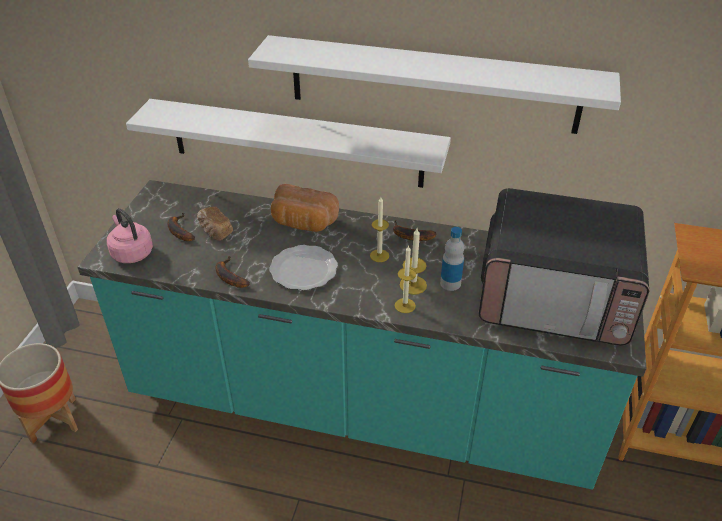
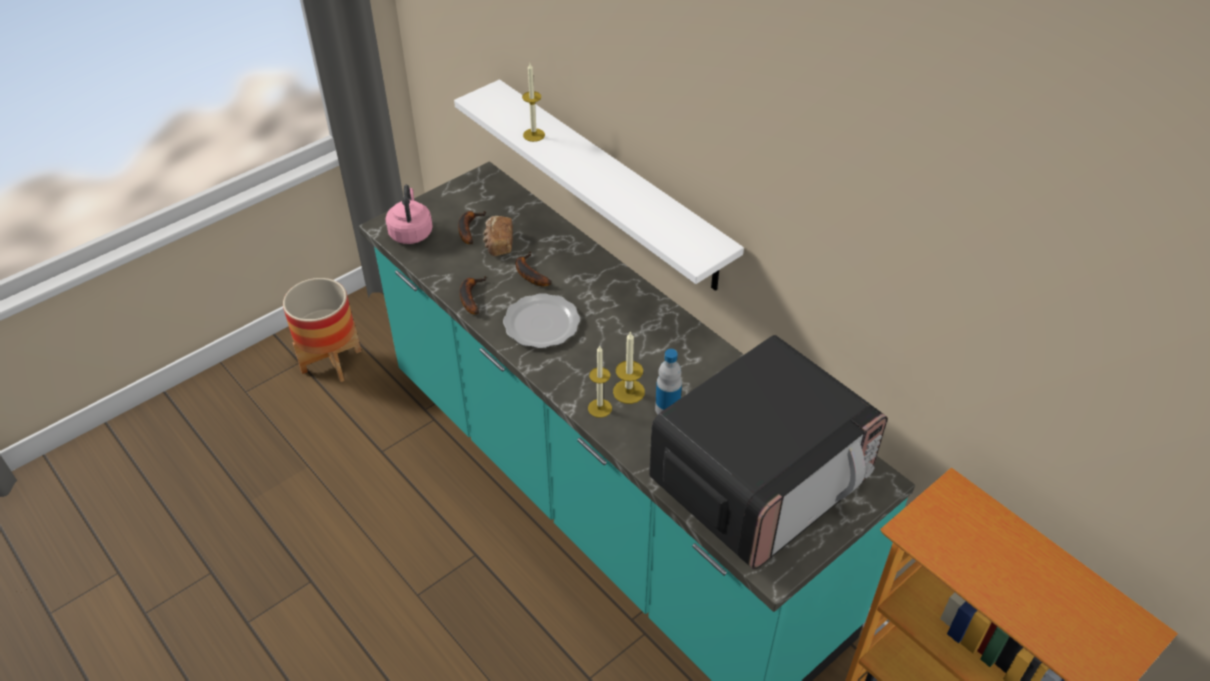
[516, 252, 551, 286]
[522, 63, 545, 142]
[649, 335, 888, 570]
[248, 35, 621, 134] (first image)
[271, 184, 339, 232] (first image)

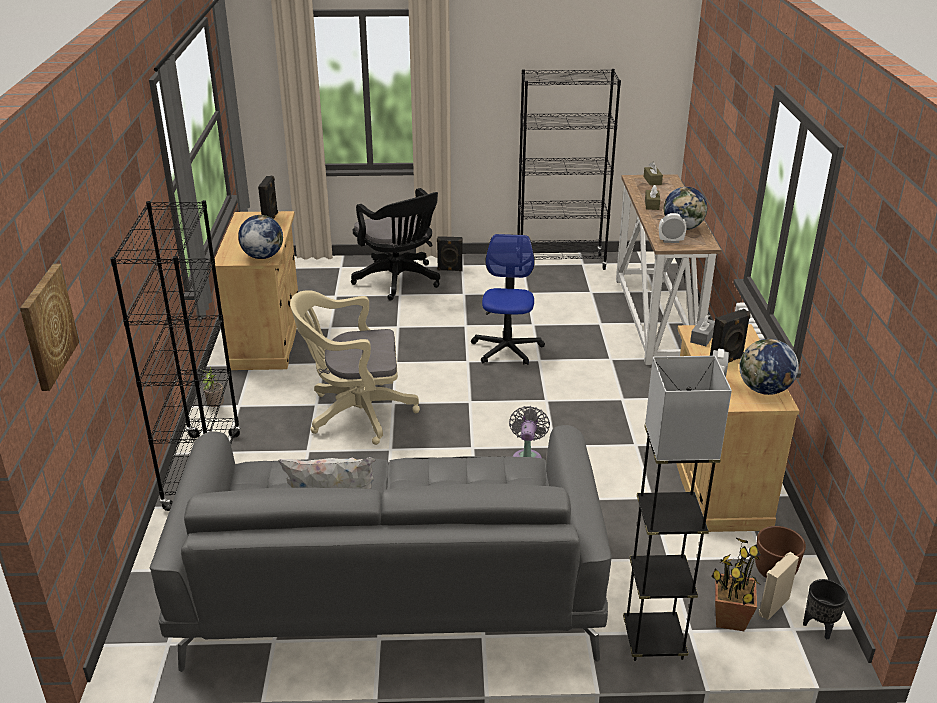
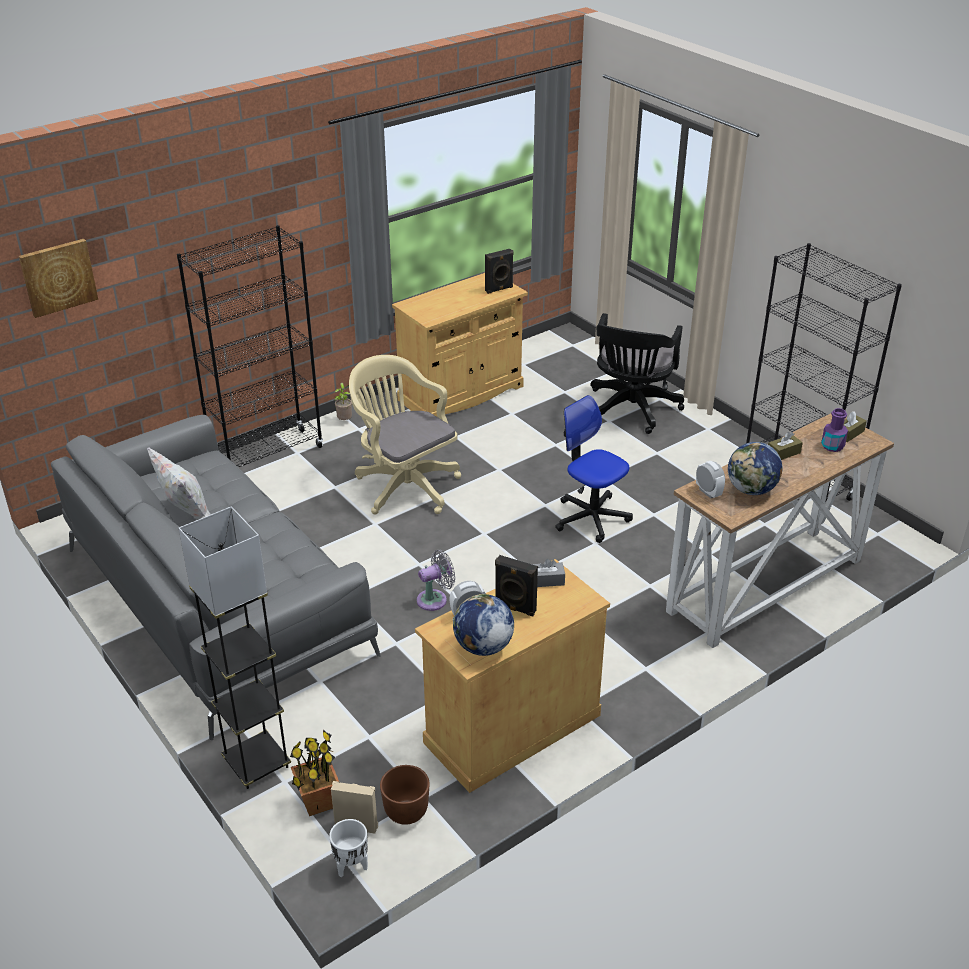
[329, 819, 368, 877]
[555, 395, 633, 543]
[821, 408, 848, 452]
[238, 215, 283, 259] (first image)
[437, 236, 463, 271] (first image)

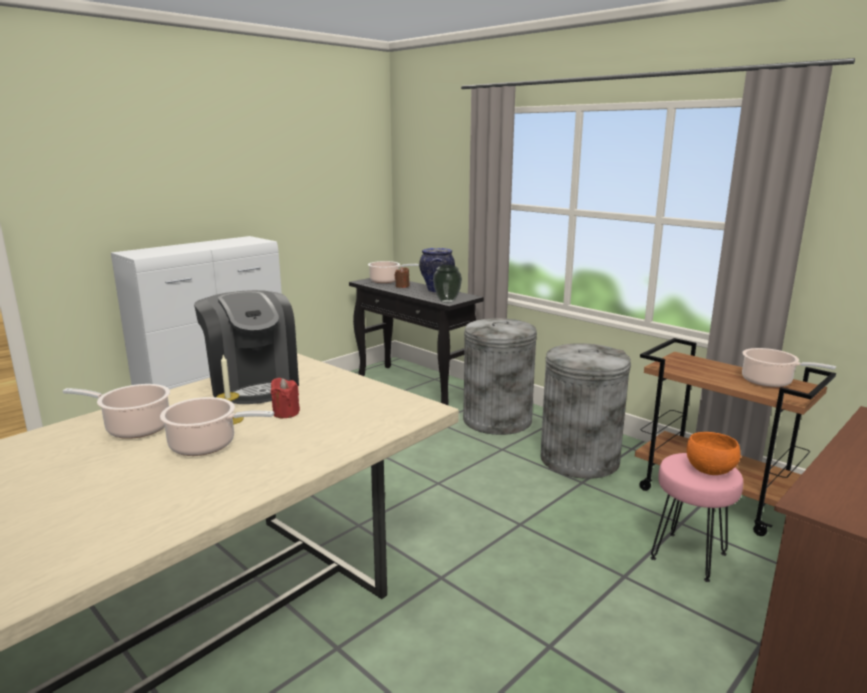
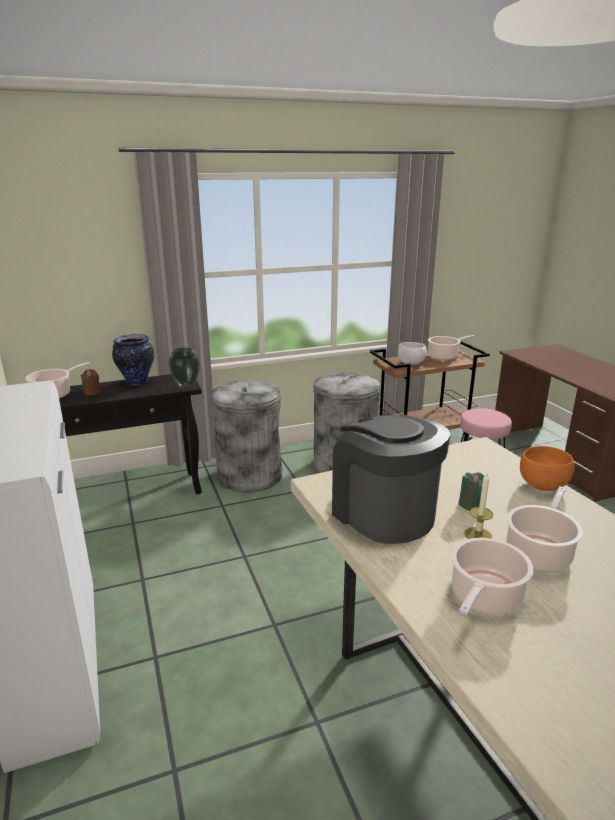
[332, 414, 450, 544]
[398, 342, 427, 365]
[458, 472, 484, 511]
[520, 446, 574, 491]

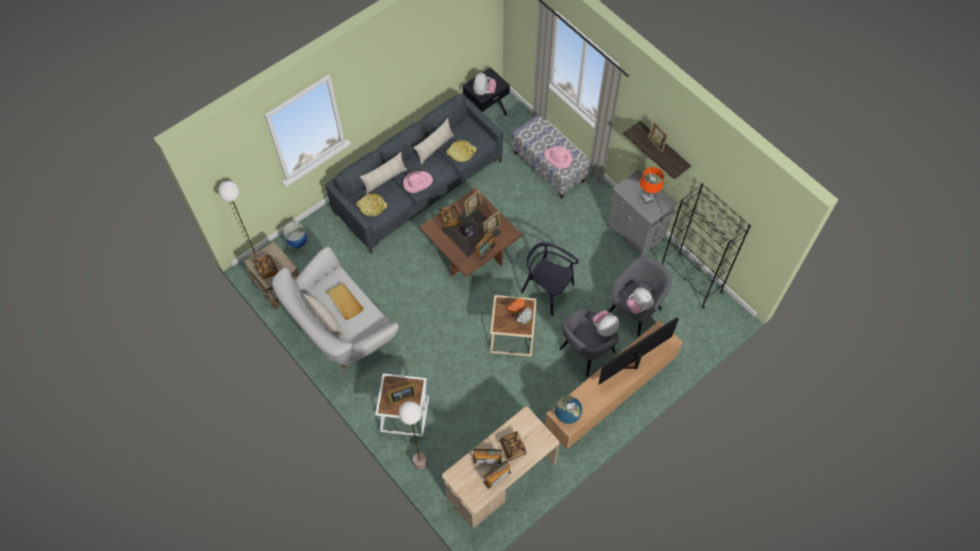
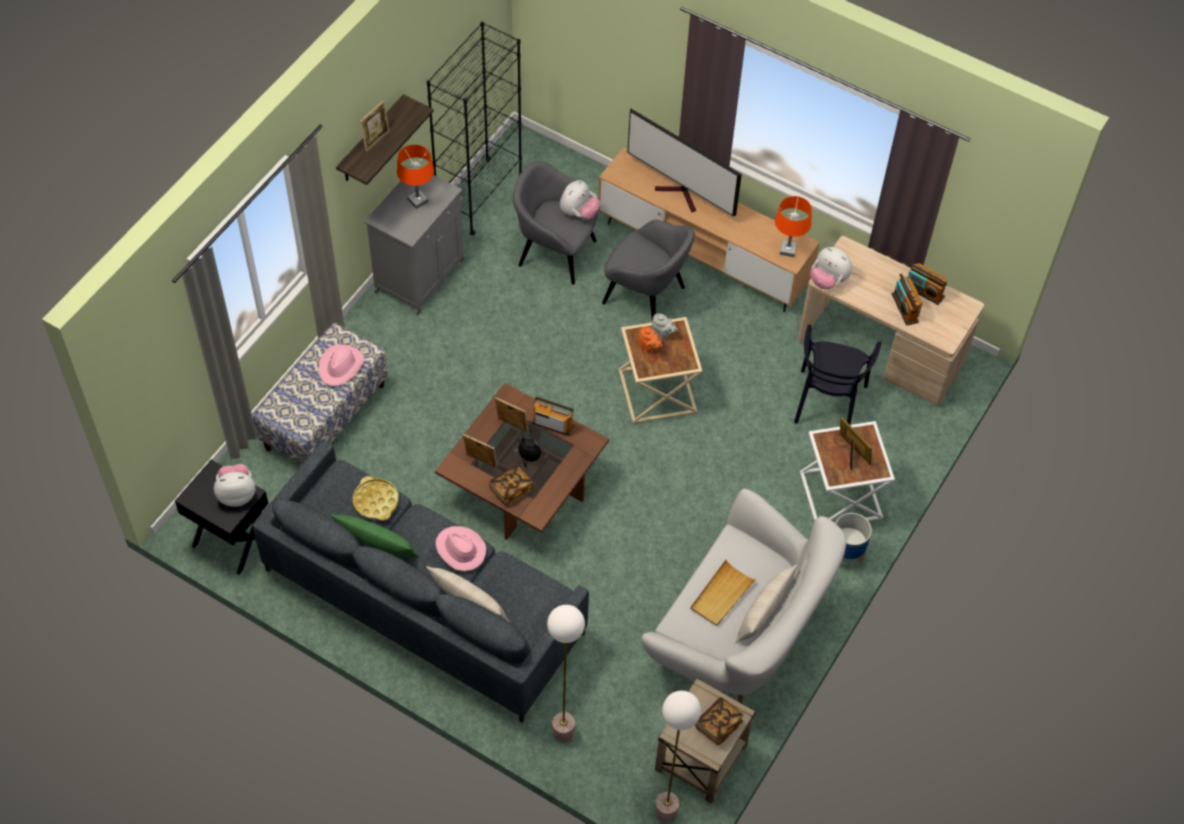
[330, 514, 420, 558]
[547, 605, 585, 743]
[775, 196, 812, 257]
[794, 324, 882, 425]
[810, 247, 852, 289]
[835, 513, 872, 563]
[357, 194, 387, 216] (first image)
[499, 431, 526, 461] (first image)

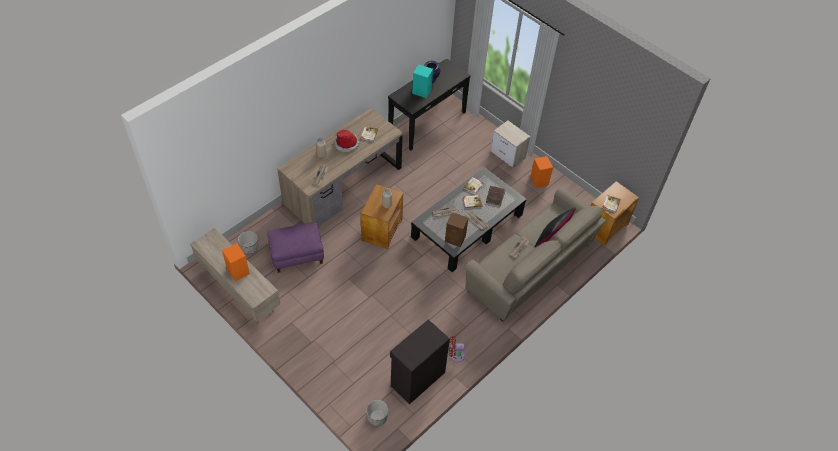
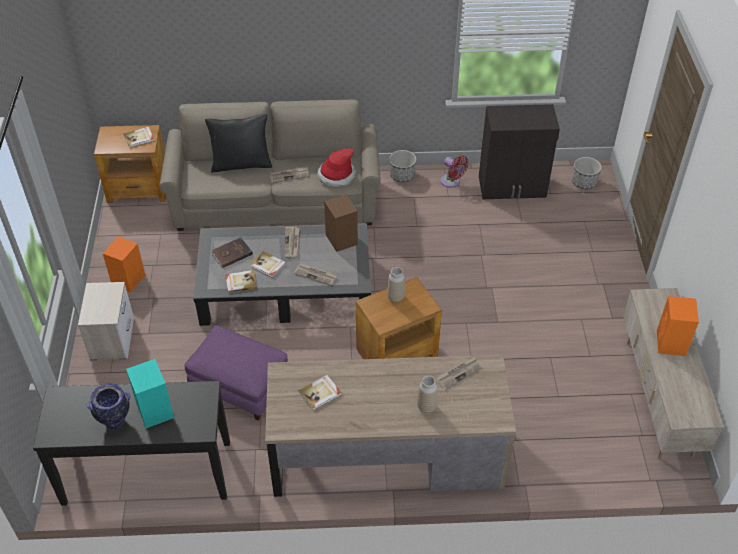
[184, 325, 288, 421]
[317, 148, 355, 187]
[389, 150, 416, 182]

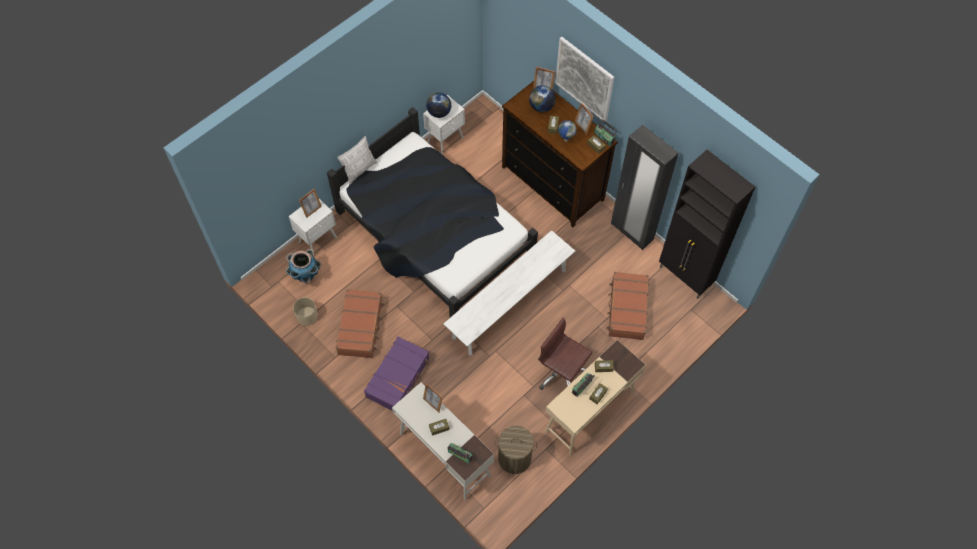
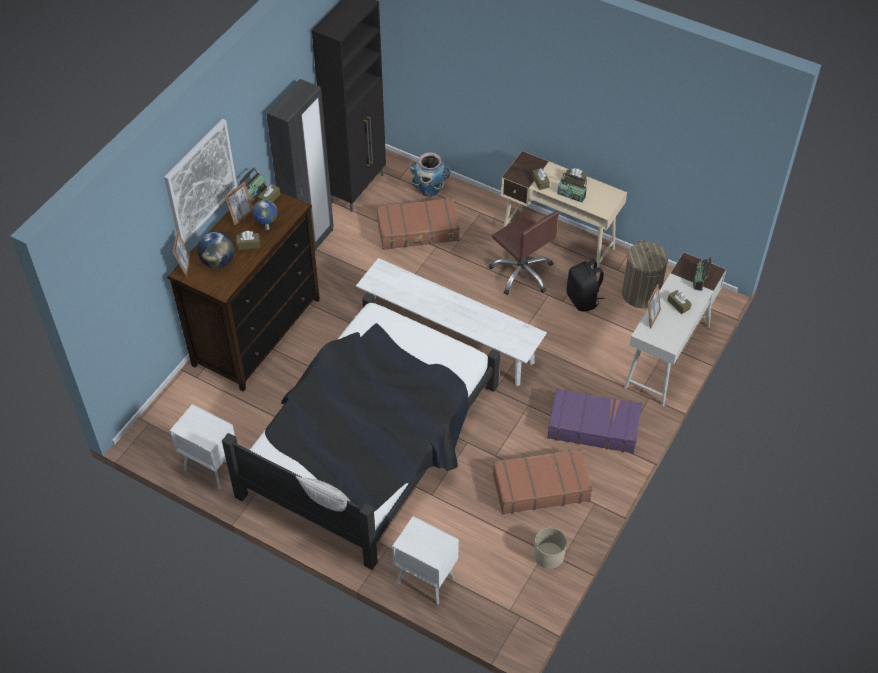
[409, 152, 451, 197]
[489, 211, 559, 295]
[567, 259, 605, 312]
[299, 189, 322, 218] (first image)
[426, 92, 451, 118] (first image)

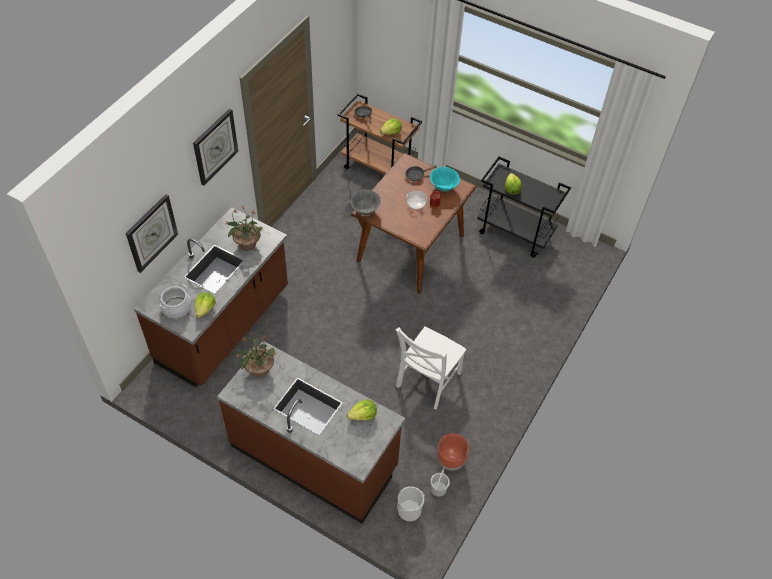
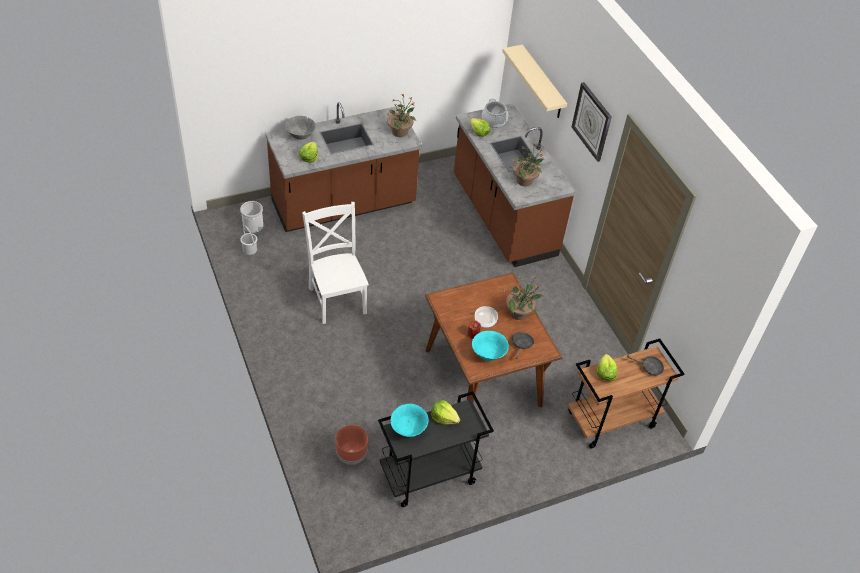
[285, 116, 316, 140]
[336, 425, 368, 465]
[391, 404, 428, 437]
[502, 45, 567, 118]
[504, 276, 544, 320]

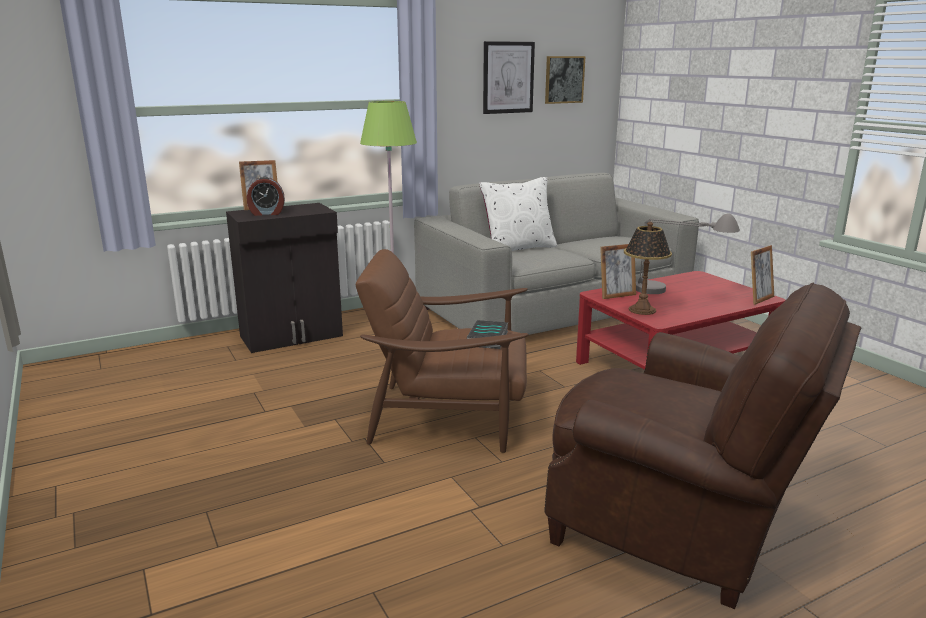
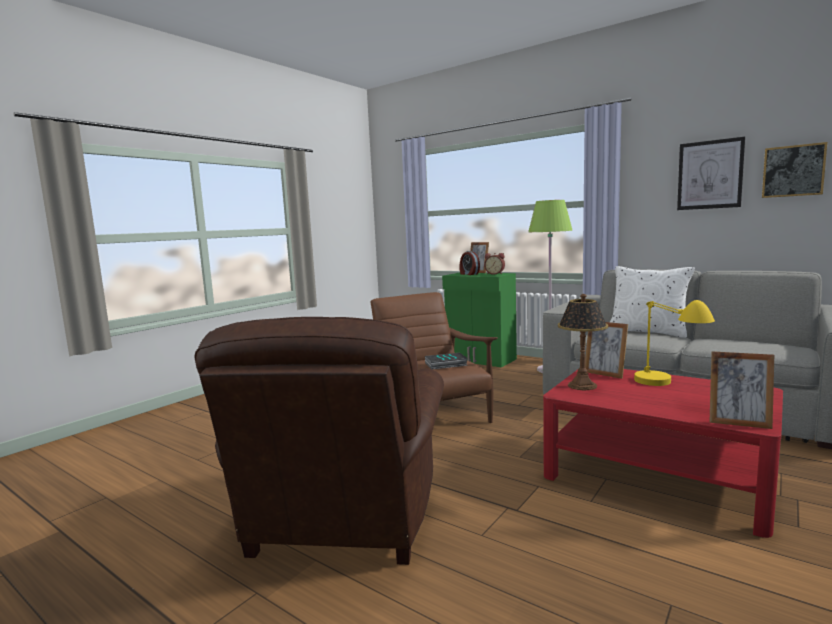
[442, 273, 517, 368]
[484, 253, 505, 275]
[634, 300, 715, 386]

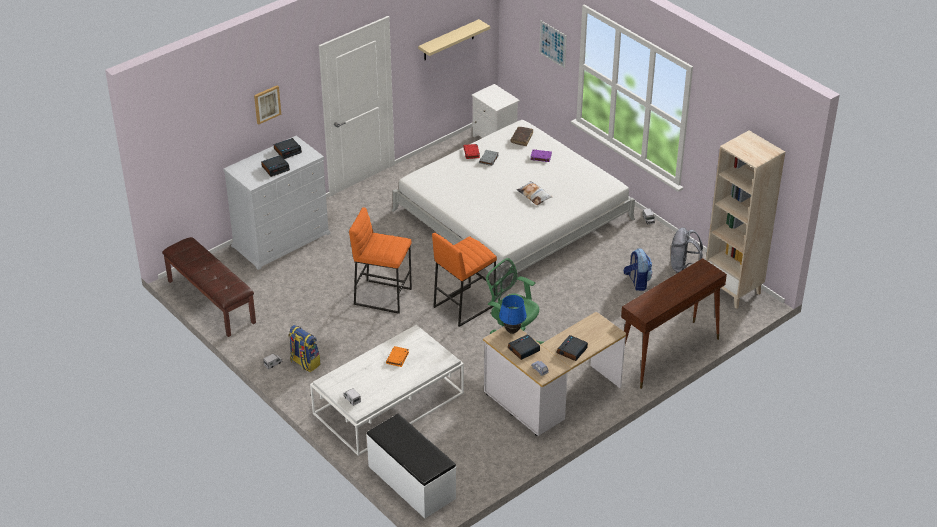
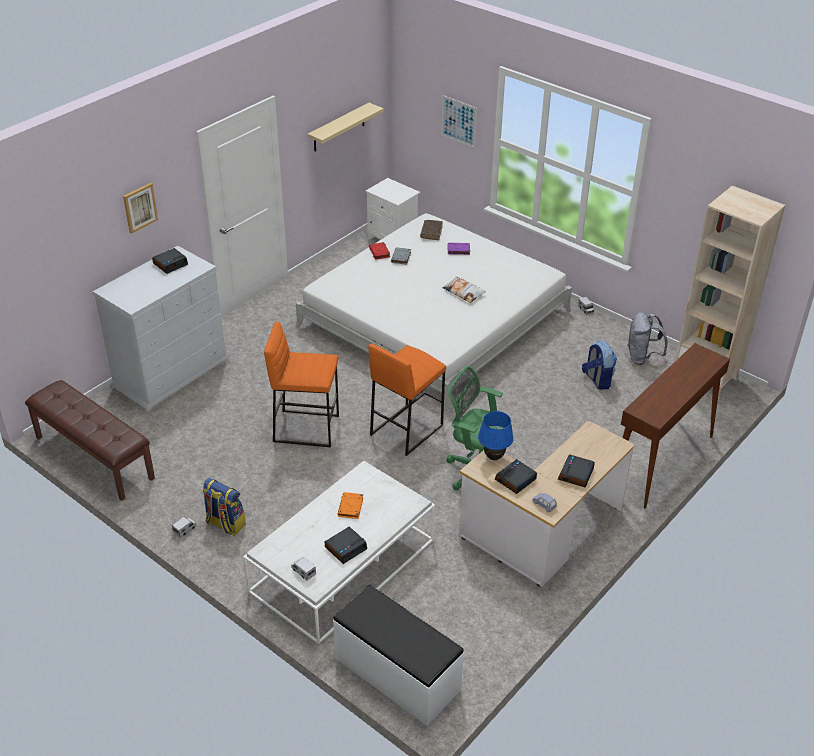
[325, 527, 367, 564]

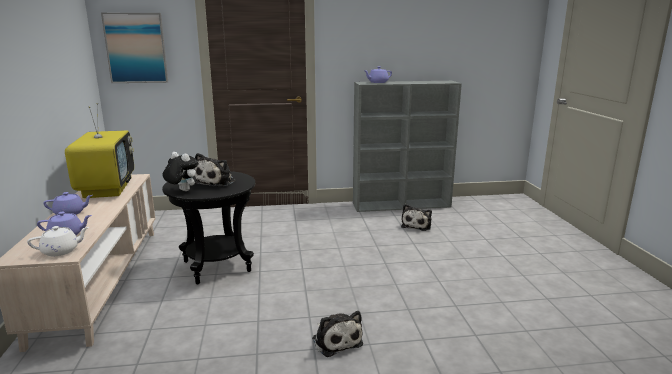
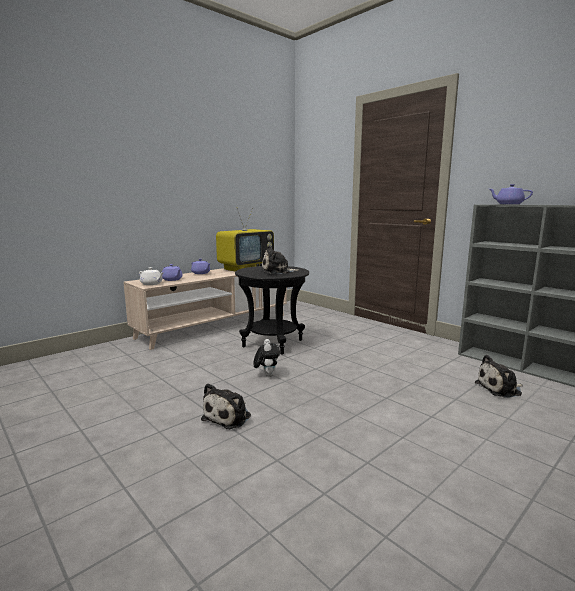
[253, 339, 280, 377]
[101, 13, 168, 83] (first image)

